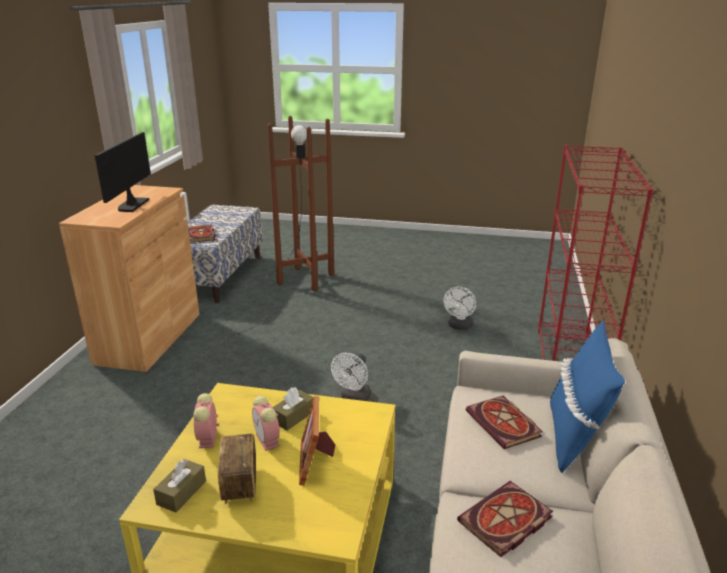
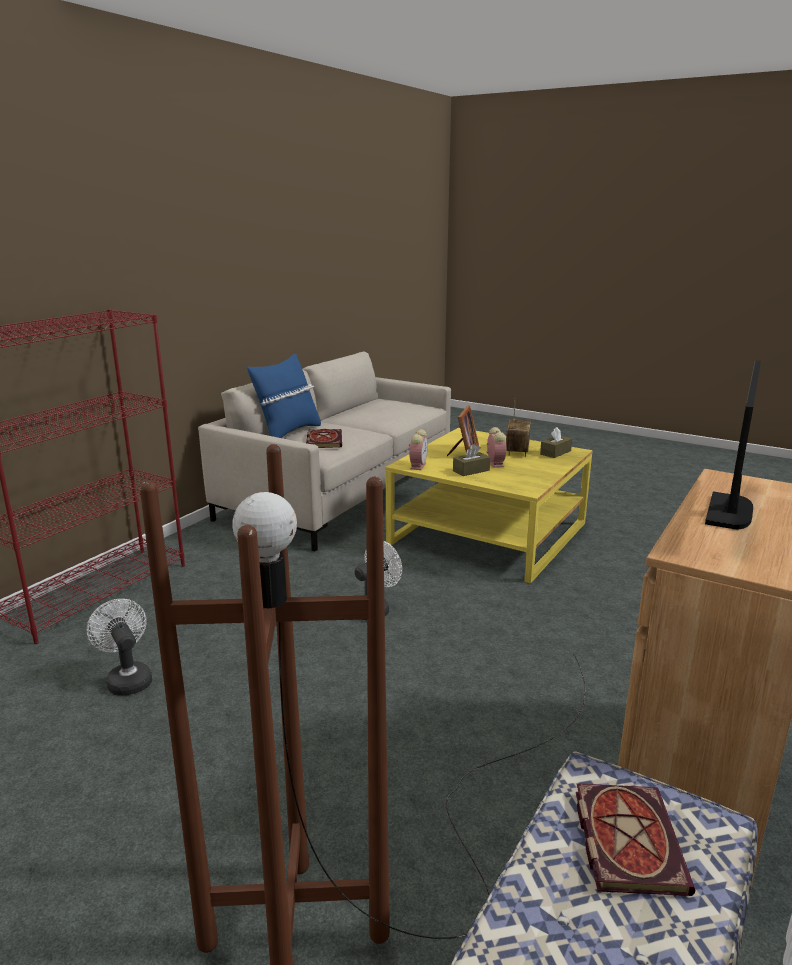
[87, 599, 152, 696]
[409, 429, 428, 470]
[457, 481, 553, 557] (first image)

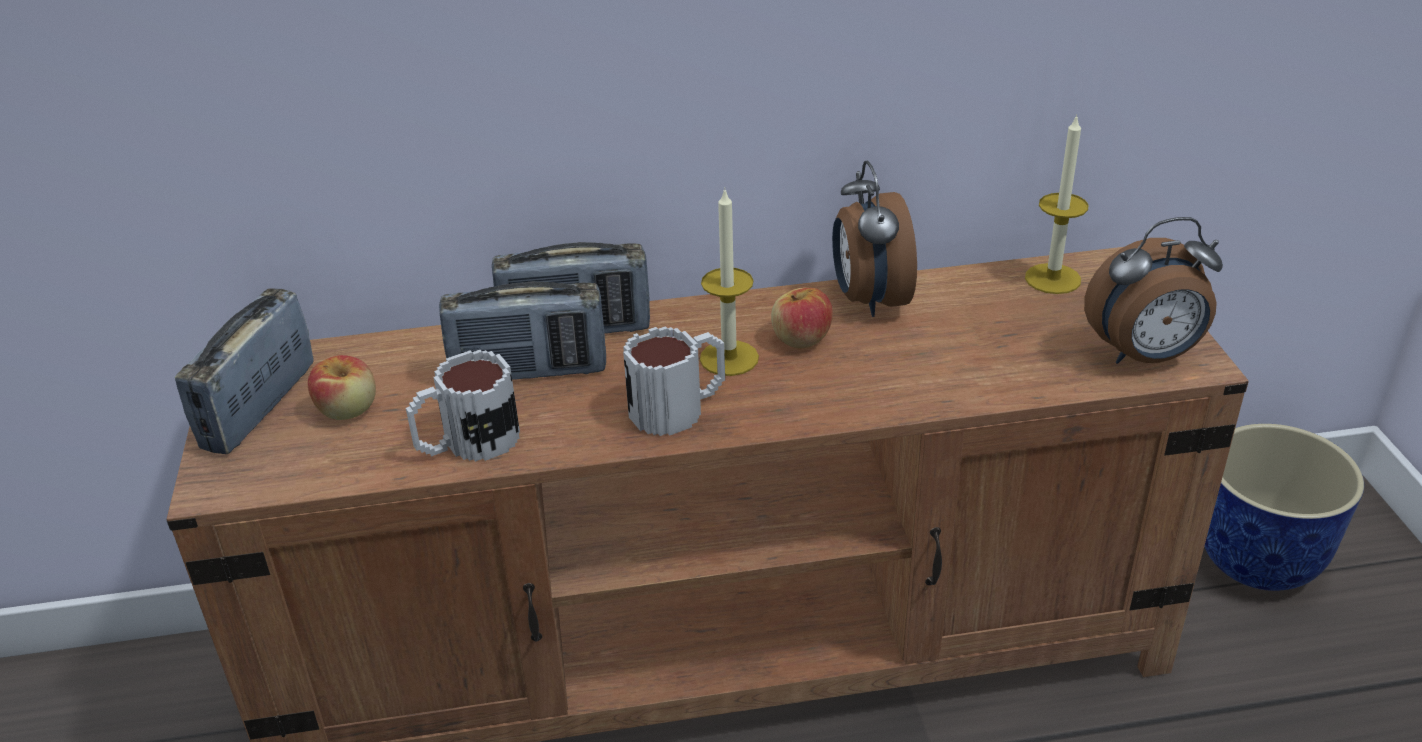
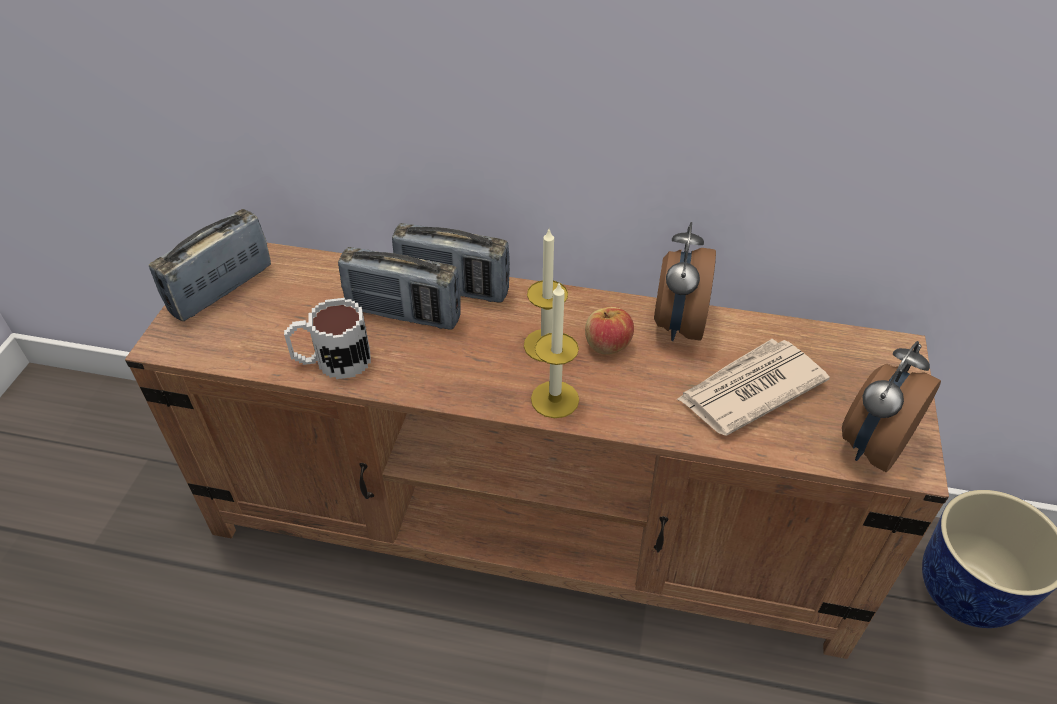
[531, 281, 579, 418]
[676, 339, 830, 436]
[842, 341, 941, 472]
[308, 355, 376, 420] (first image)
[623, 326, 725, 436] (first image)

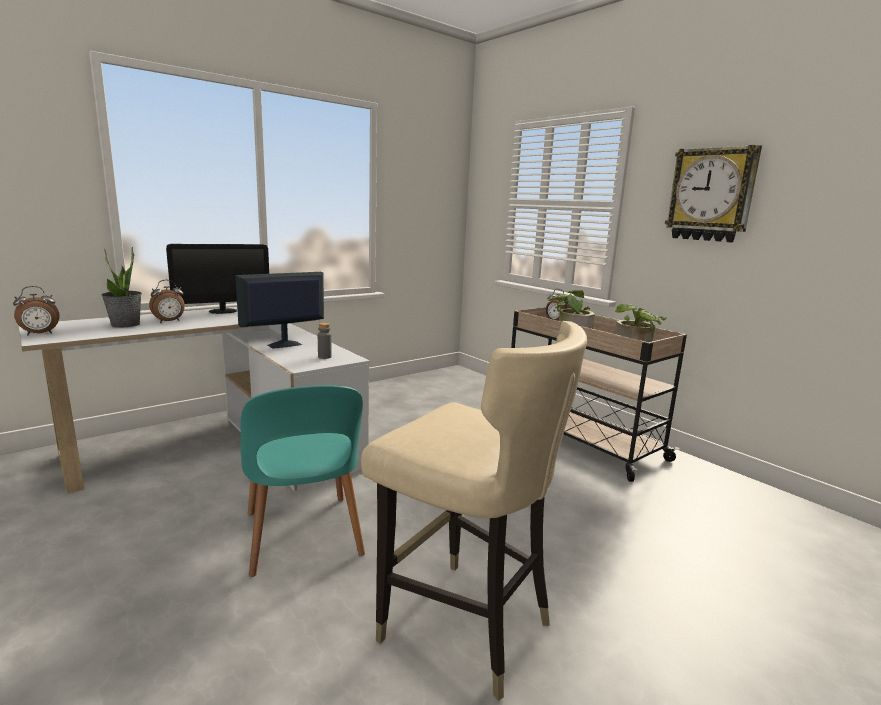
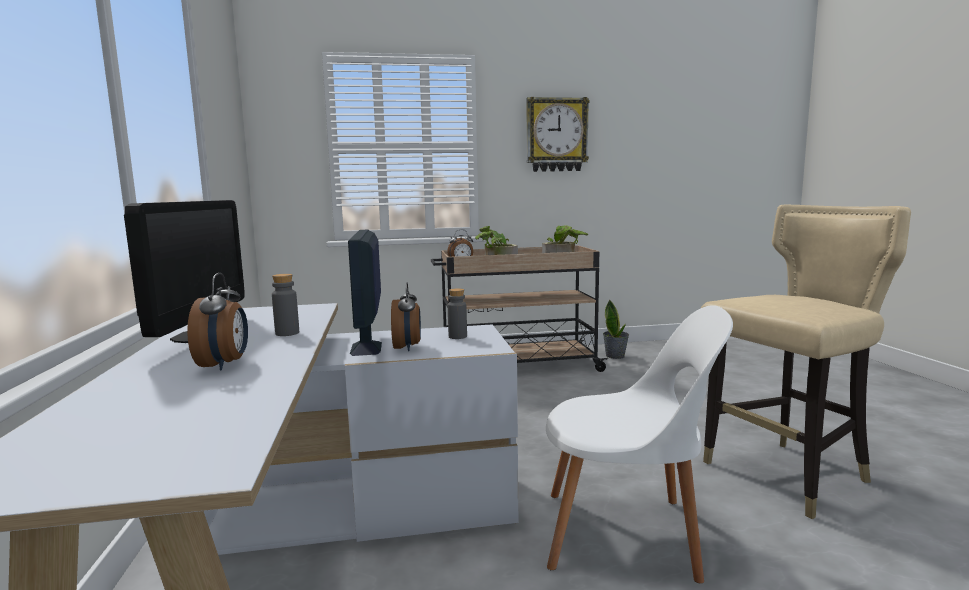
[272, 274, 299, 336]
[391, 282, 421, 351]
[546, 305, 733, 584]
[603, 300, 629, 359]

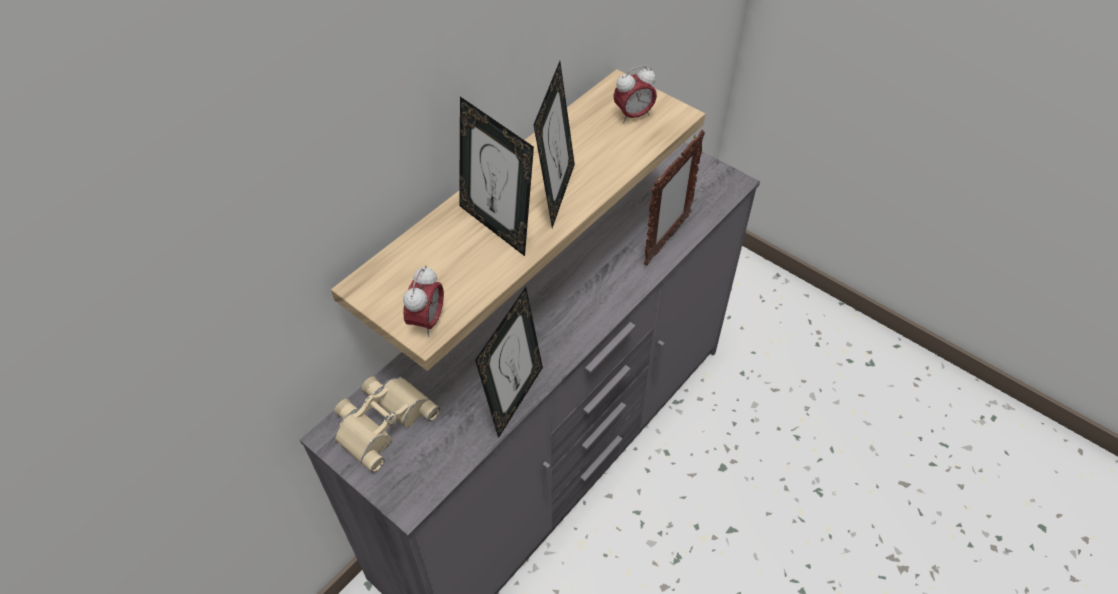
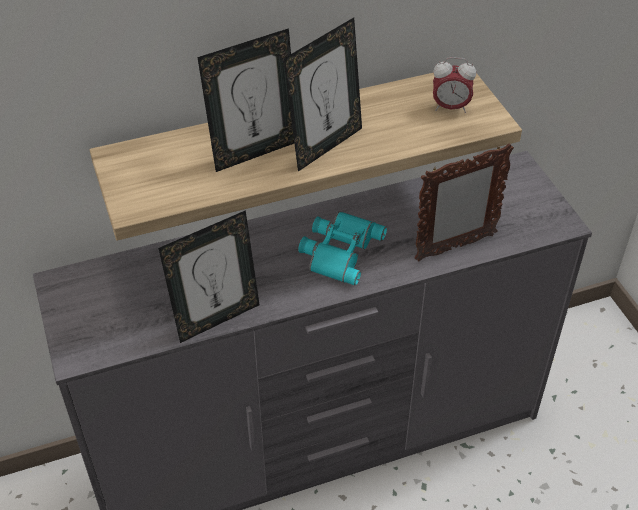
[197, 28, 294, 172]
[298, 211, 387, 286]
[334, 376, 440, 472] (first image)
[403, 265, 444, 337] (first image)

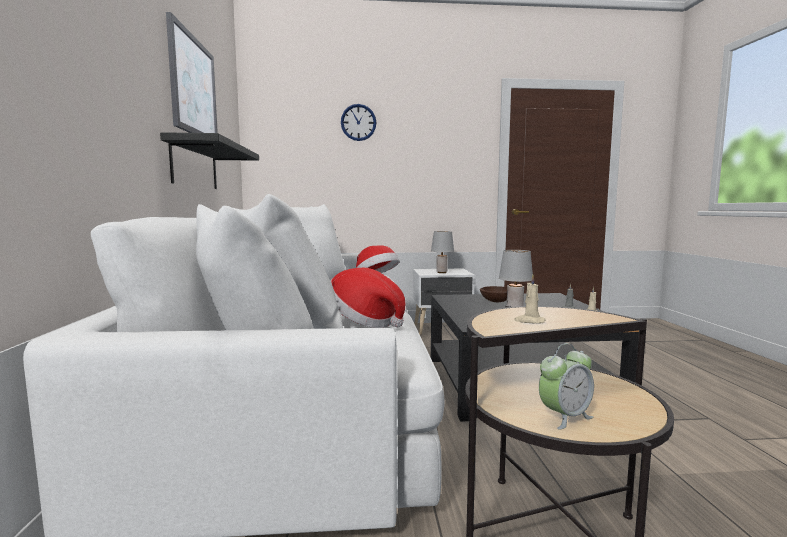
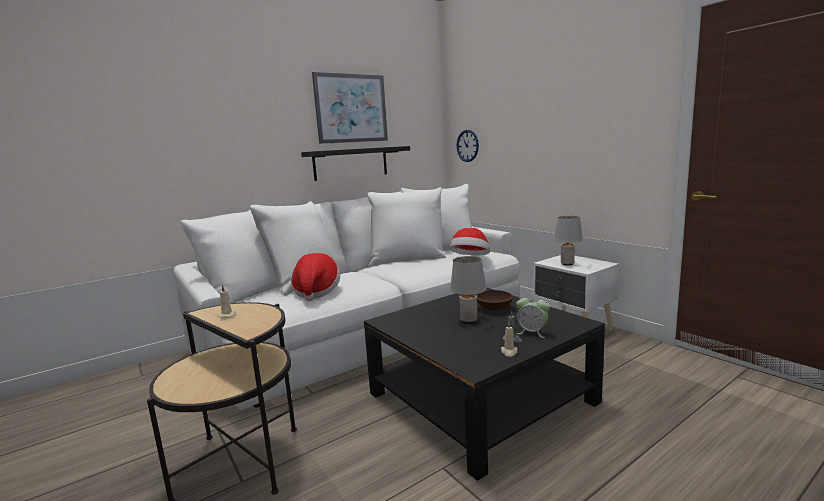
[456, 130, 479, 162]
[516, 293, 550, 338]

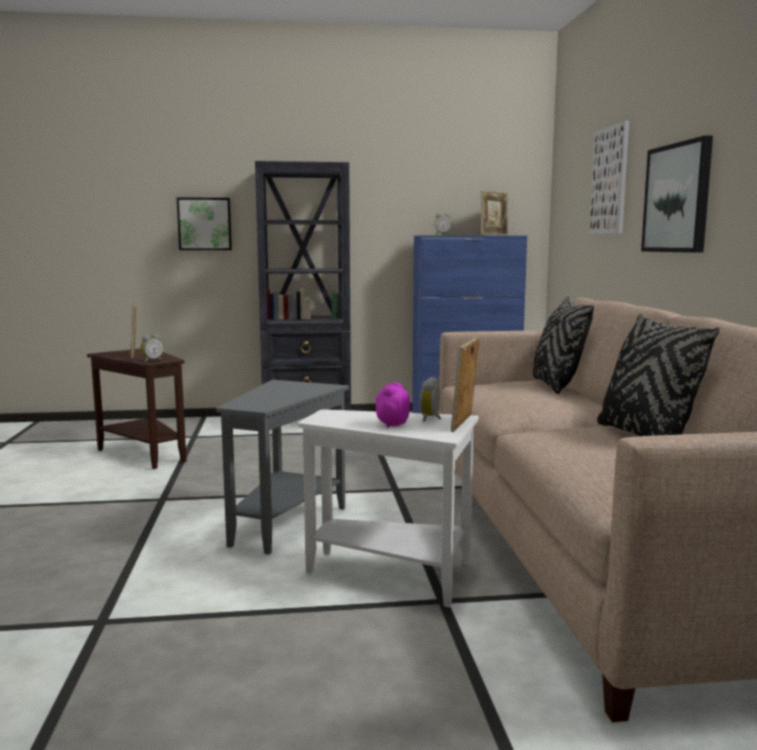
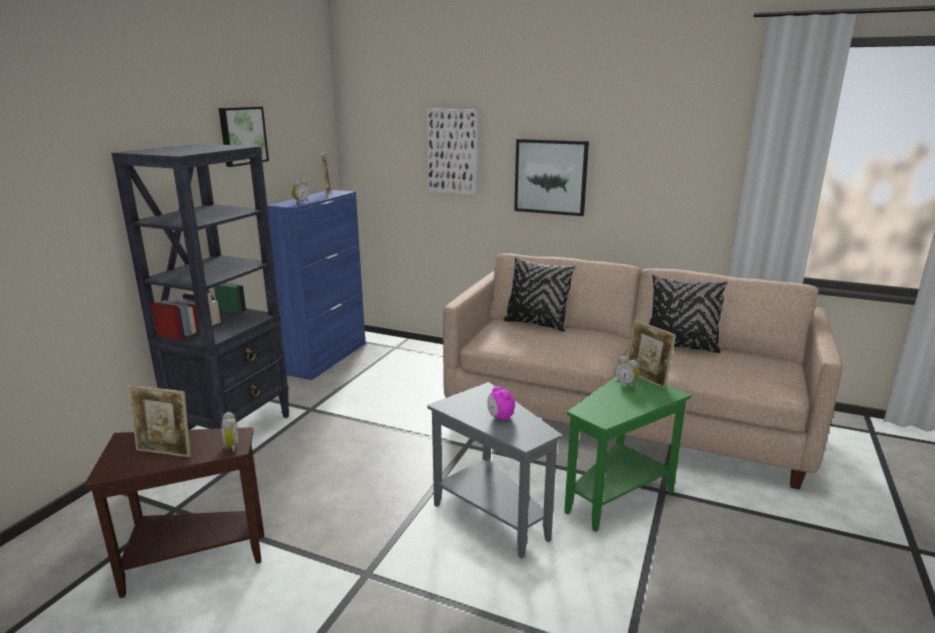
[219, 107, 269, 167]
[487, 386, 515, 421]
[564, 376, 691, 532]

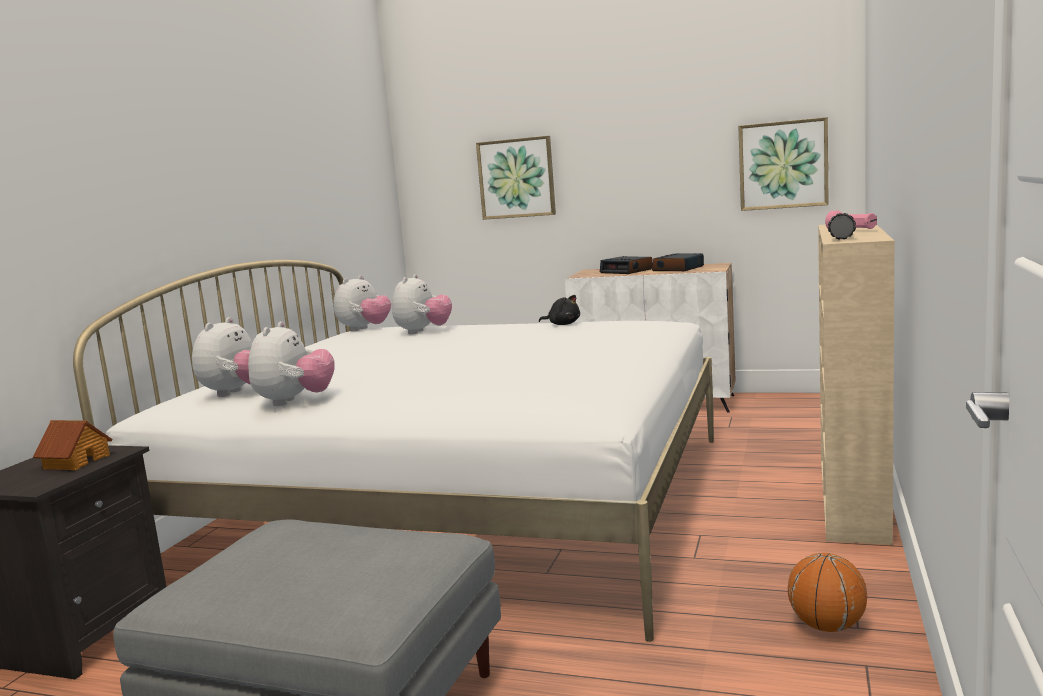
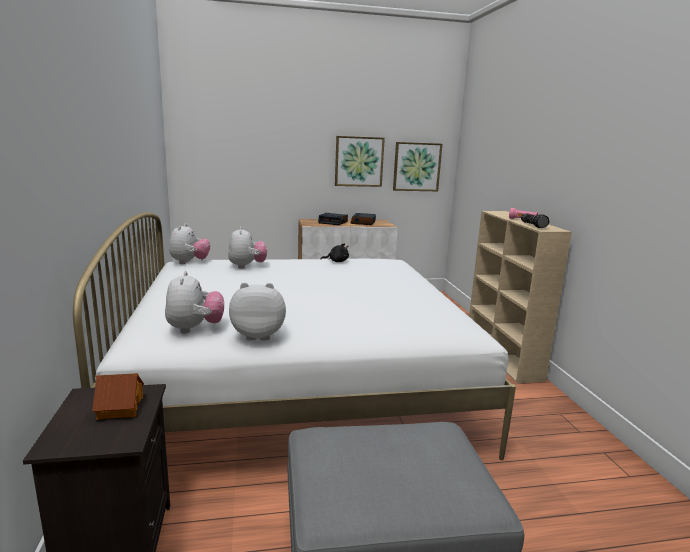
[229, 282, 286, 341]
[335, 136, 385, 187]
[788, 553, 867, 632] (first image)

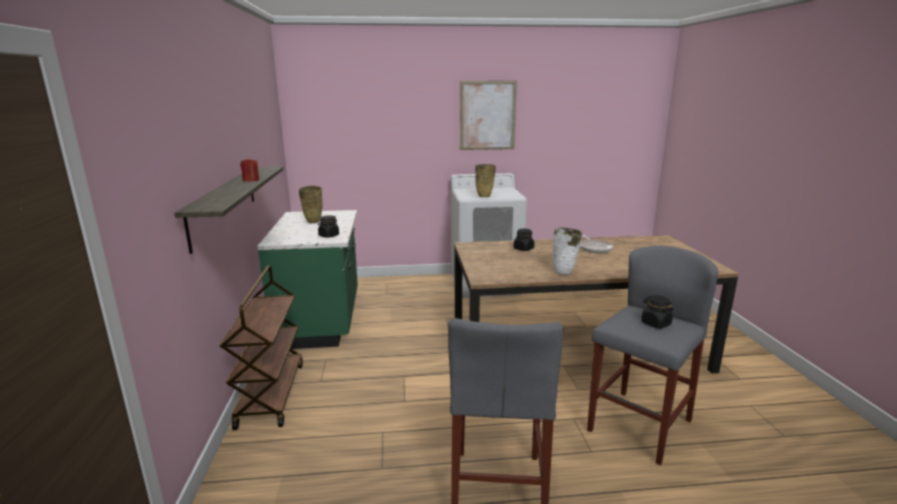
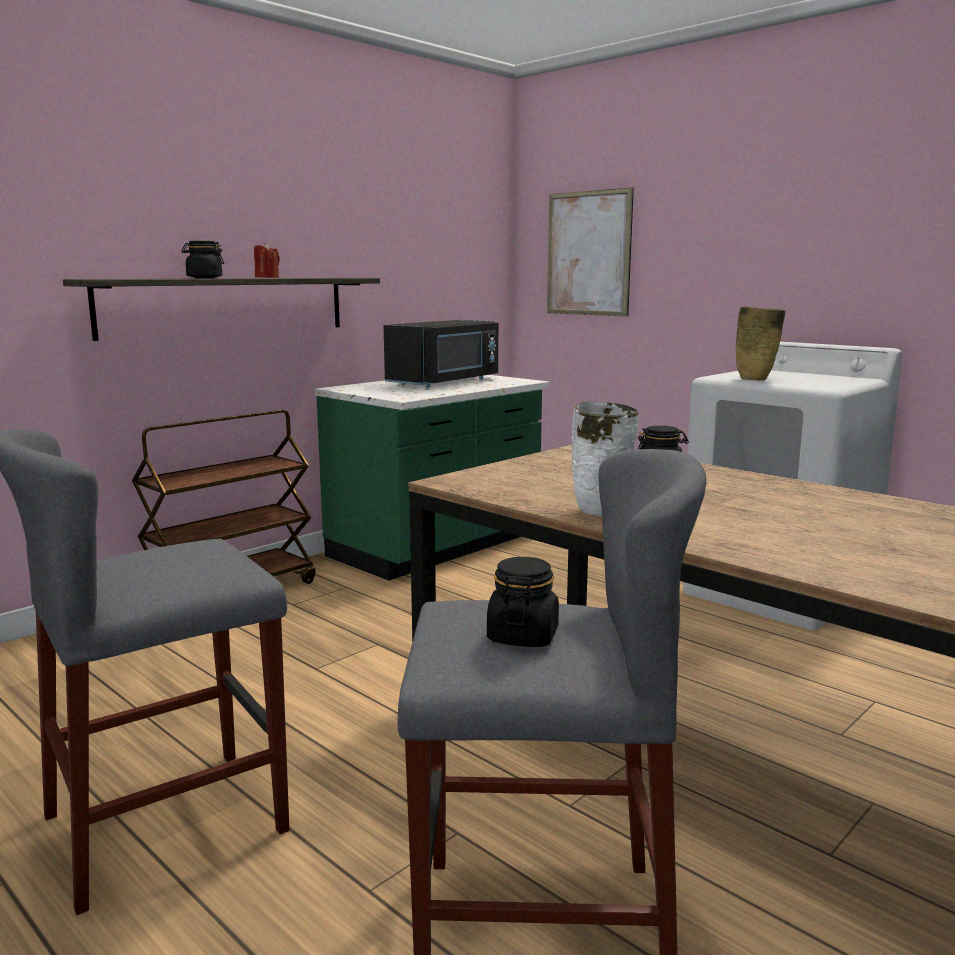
[181, 241, 224, 278]
[383, 320, 498, 388]
[547, 187, 634, 316]
[580, 234, 613, 253] (first image)

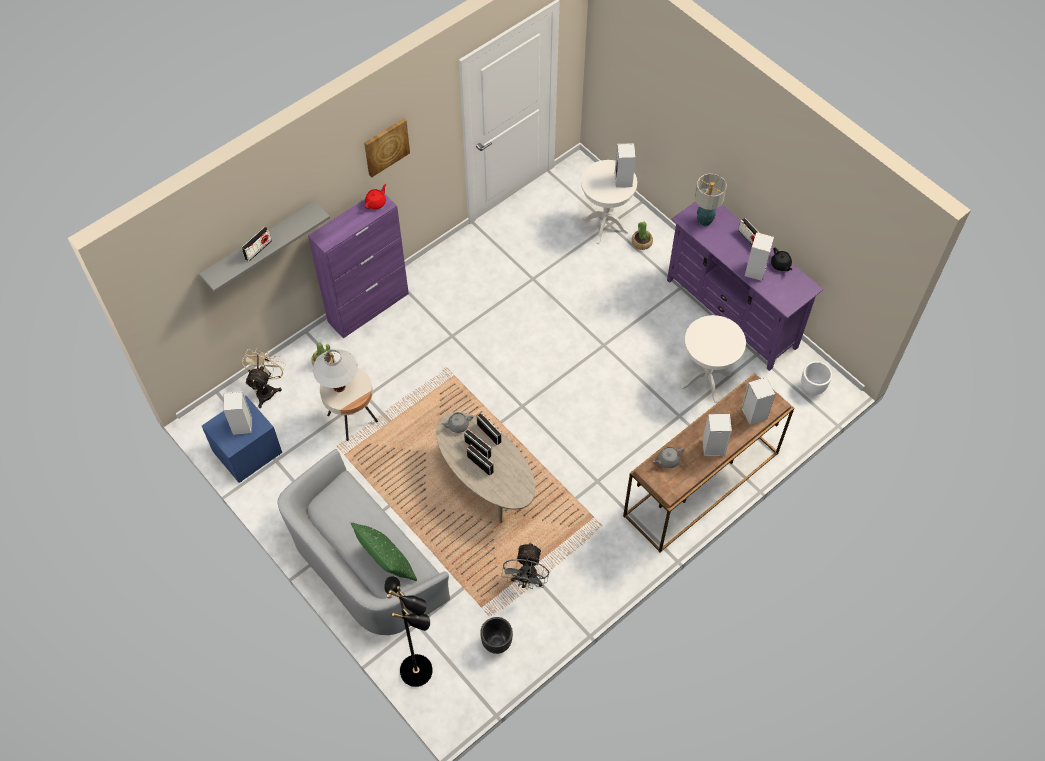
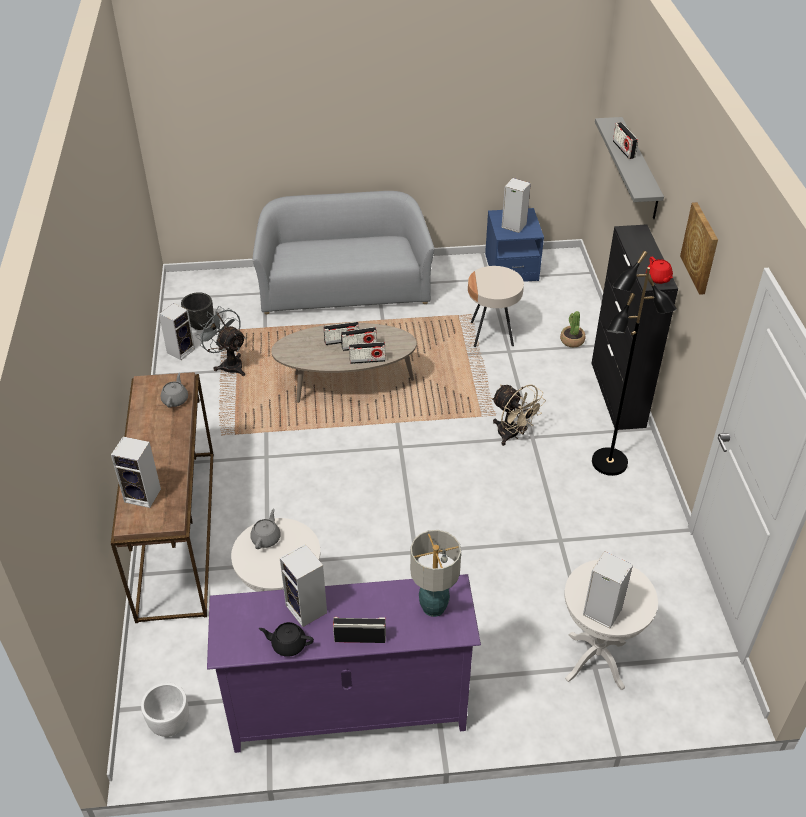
[159, 303, 195, 360]
[251, 509, 281, 549]
[492, 385, 546, 446]
[591, 224, 678, 430]
[592, 251, 677, 476]
[313, 349, 358, 392] (first image)
[351, 522, 417, 581] (first image)
[632, 222, 653, 250] (first image)

